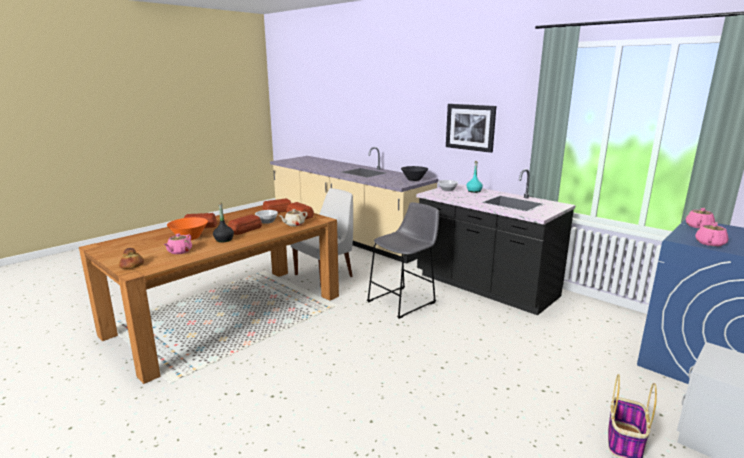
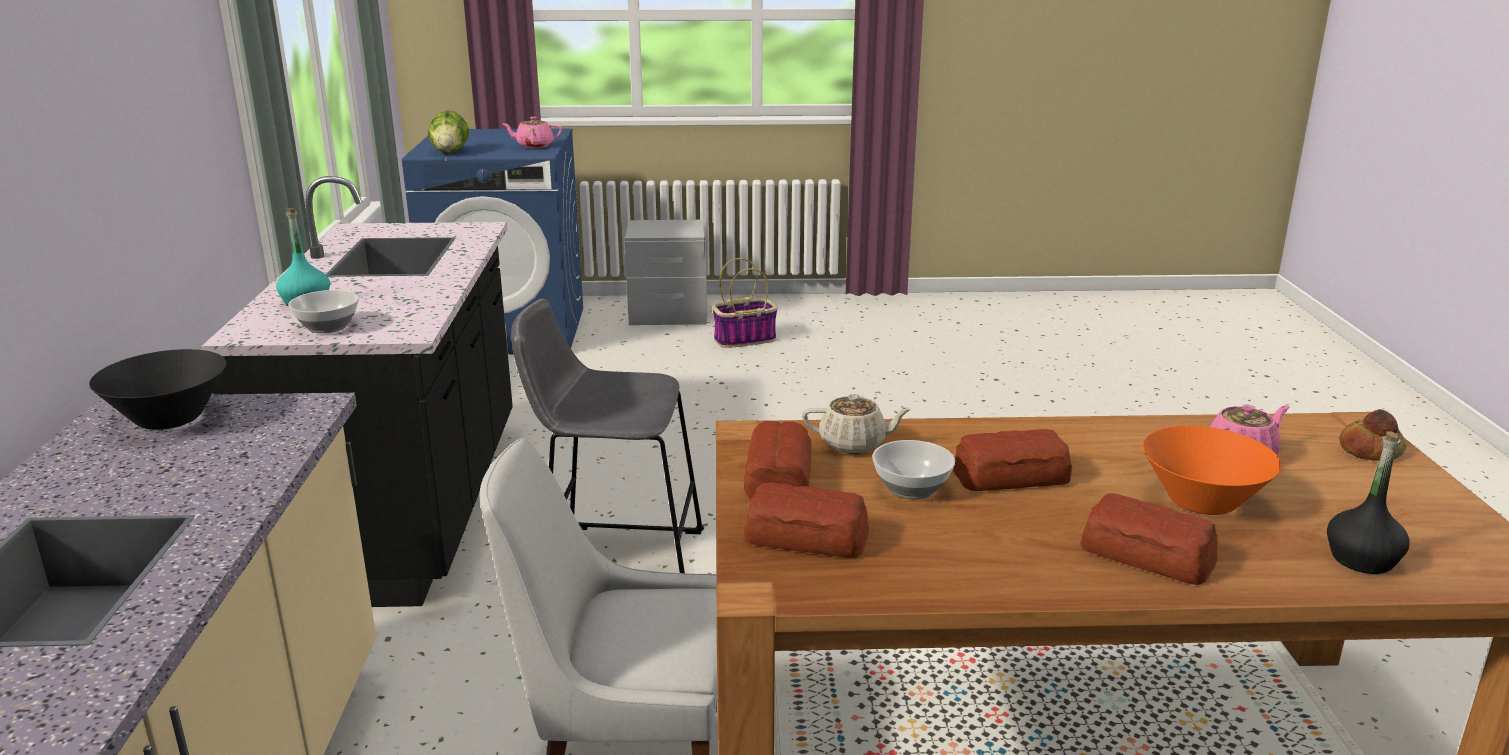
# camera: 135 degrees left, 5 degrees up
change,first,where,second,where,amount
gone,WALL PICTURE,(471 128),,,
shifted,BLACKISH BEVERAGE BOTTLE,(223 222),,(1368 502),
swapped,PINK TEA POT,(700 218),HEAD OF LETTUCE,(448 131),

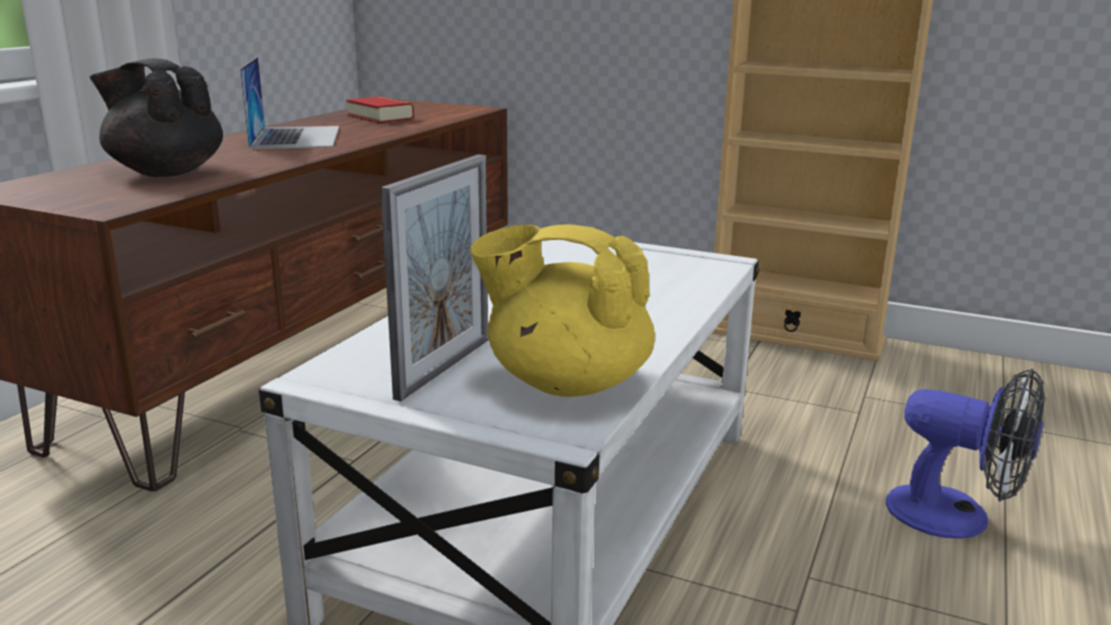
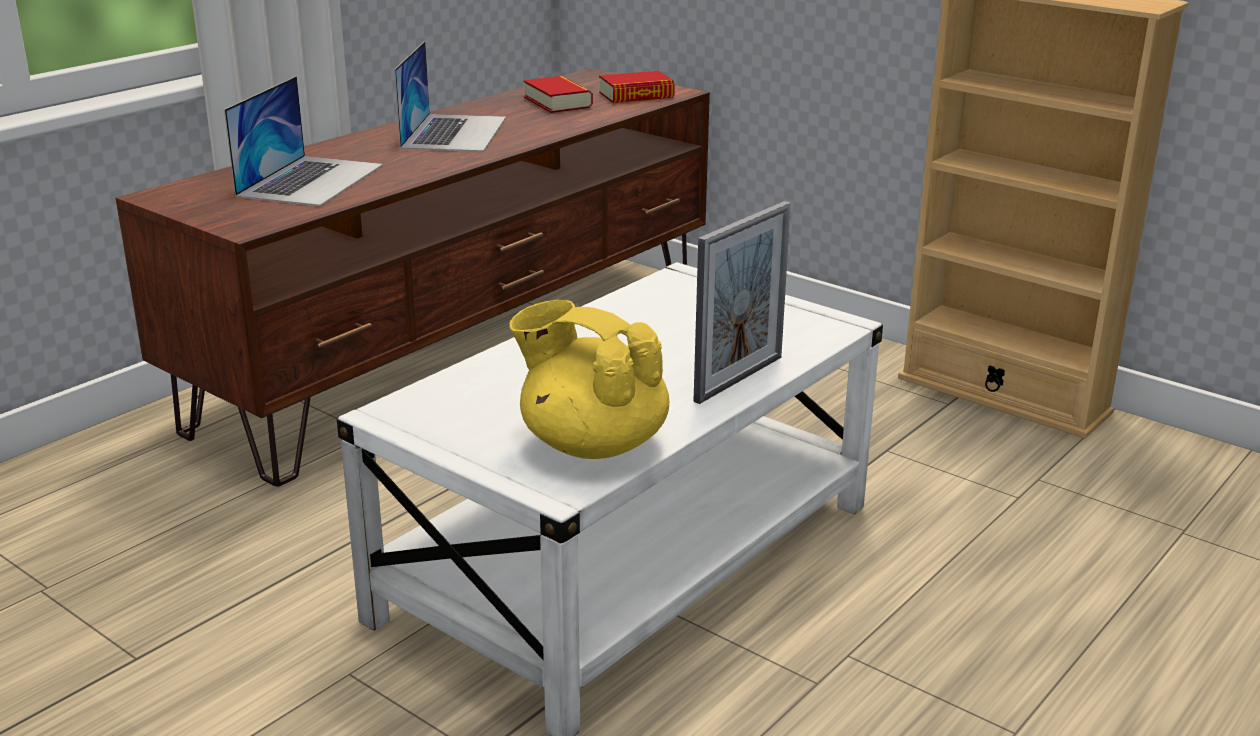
# camera: 15 degrees right, 5 degrees up
change,first,where,second,where,amount
gone,FAN,(965 454),,,
new,,,BOUND BOOK,(637 87),
shifted,STANDING FRAME,(434 278),,(742 302),
swapped,BLACKISH TEA POT,(156 117),LAPTOP,(303 141),

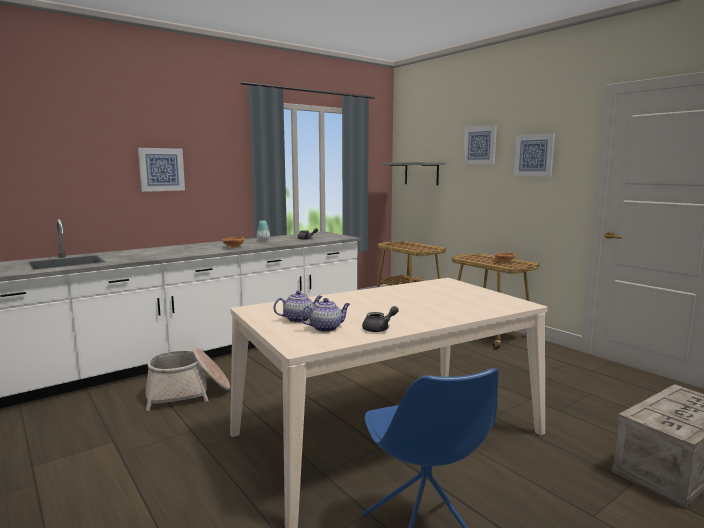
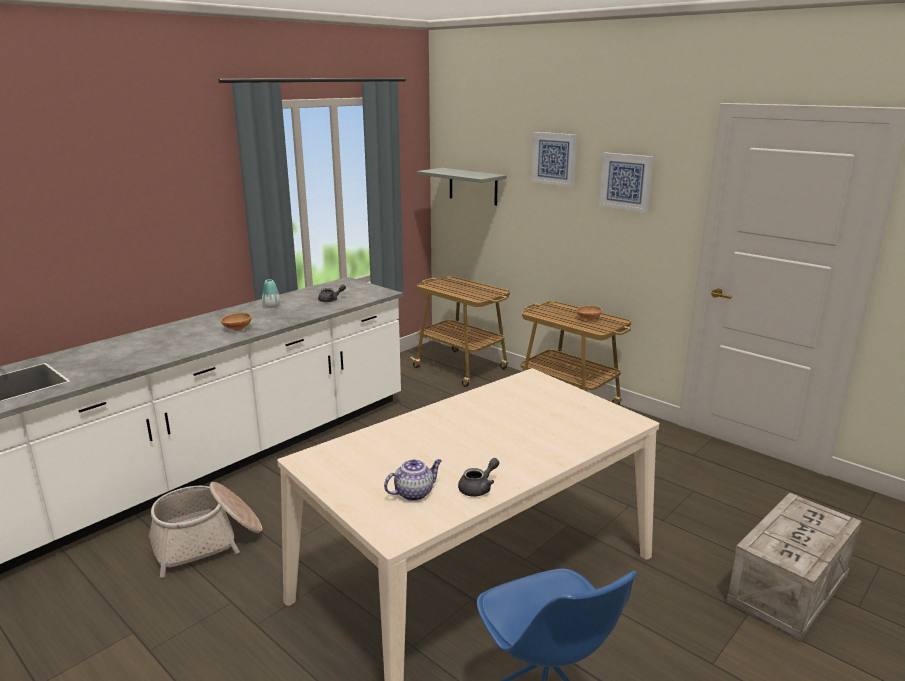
# camera: 10 degrees left, 10 degrees up
change,first,where,second,where,amount
gone,WALL PICTURE,(161 170),,,
gone,TEA POT,(298 307),,,

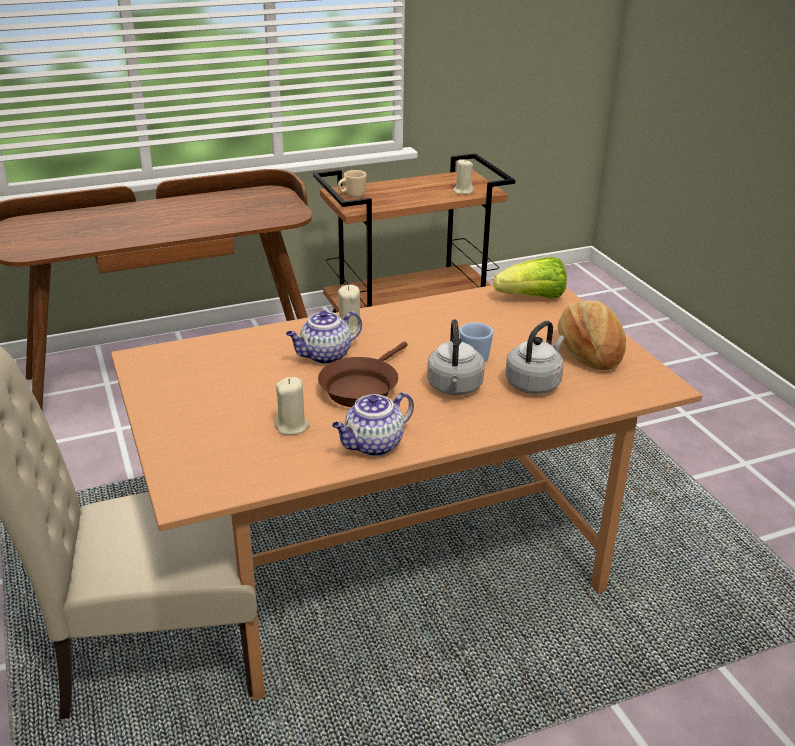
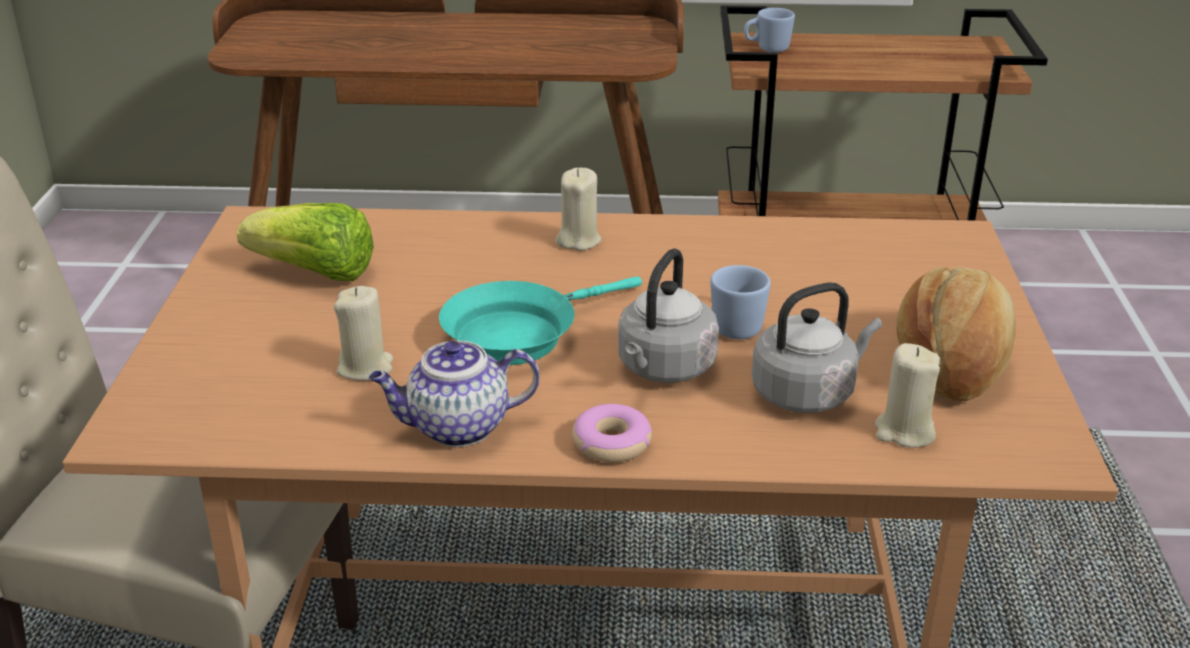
# camera: 25 degrees right, 0 degrees up
change,first,where,second,where,amount
gone,TEA POT,(324 337),,,
new,,,RING DOUGHNUT,(612 433),
shifted,BEIGE-COLOURED WAX CANDLE,(463 176),,(907 395),
shifted,HEAD OF LETTUCE,(530 278),,(305 242),
repainted,BROWNISH SKILLET,(363 374),TURQUOISE SKILLET,(540 320),
repainted,BEIGE-COLOURED MUG,(352 184),BLUE MUG,(769 30),

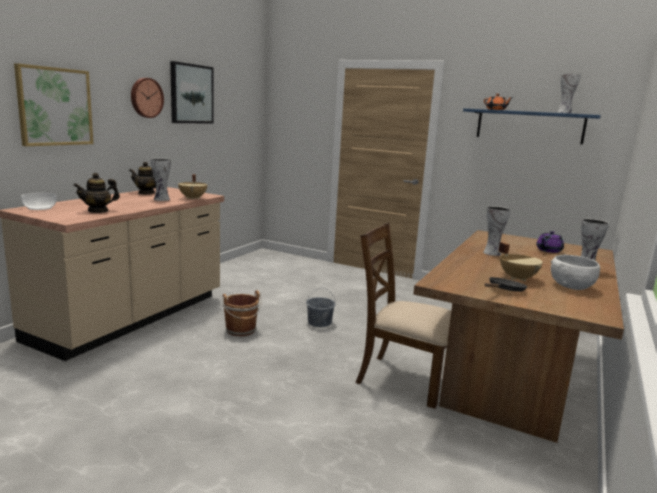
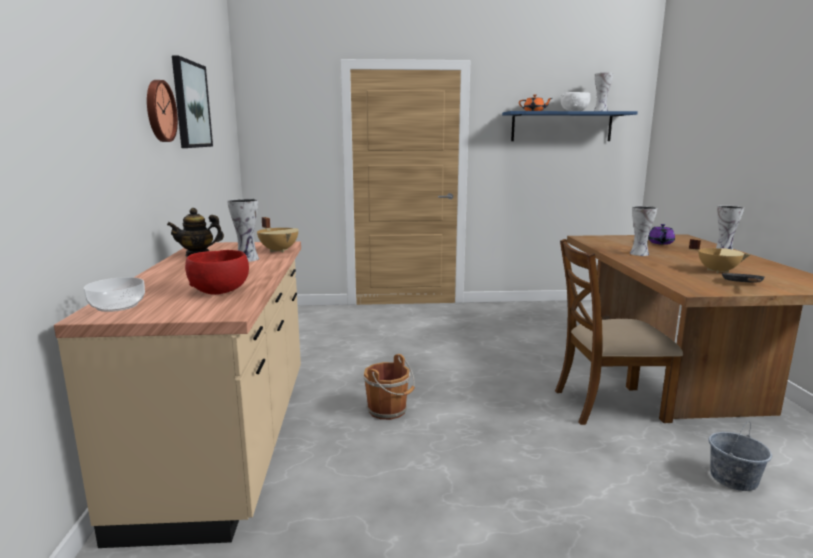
# camera: 30 degrees left, 0 degrees up
change,first,where,second,where,amount
gone,WALL PICTURE,(53 104),,,
shifted,GREY WATER BUCKET,(321 307),,(740 455),
shifted,WHITE-COLOURED BOWL,(575 272),,(576 101),
swapped,TEA POT,(96 193),RED BOWL,(217 272),

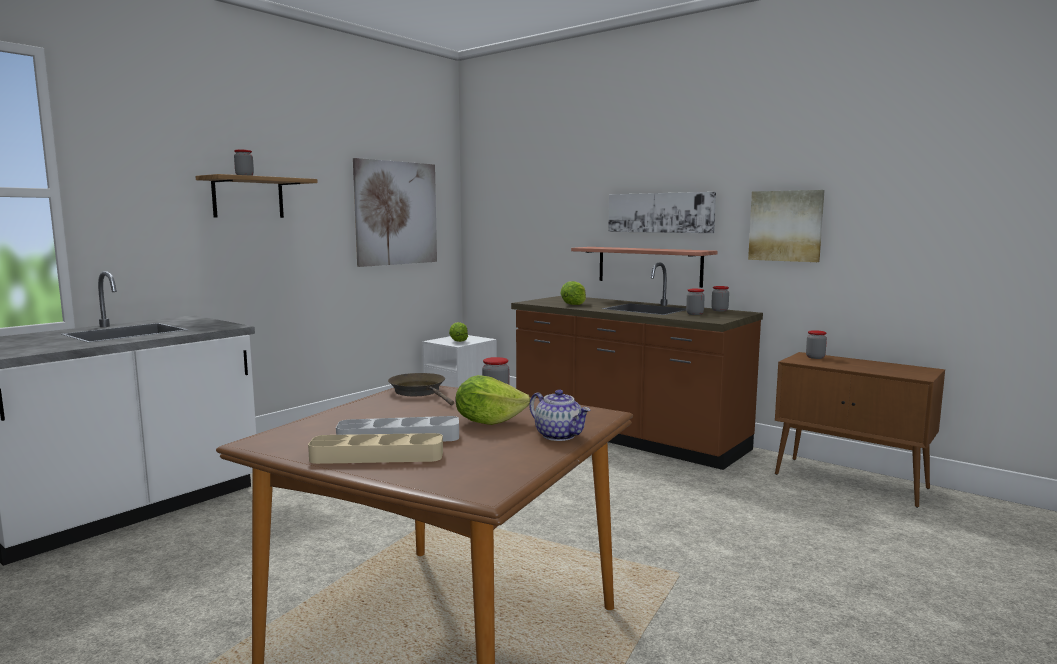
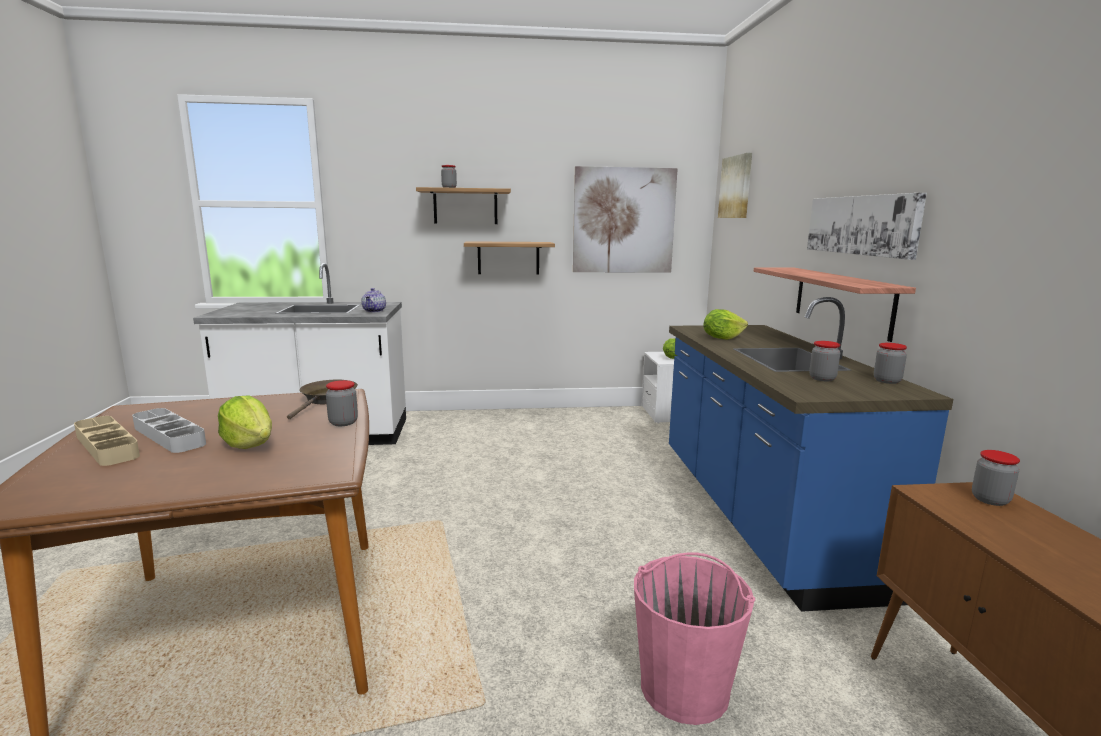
# camera: 45 degrees right, 5 degrees up
change,first,where,second,where,amount
new,,,SHELF,(509 257),
new,,,PINK WATER BUCKET,(694 639),
shifted,TEA POT,(559 415),,(373 300),
shifted,WALL PICTURE,(786 226),,(735 185),
repainted,BROWNISH COUNTER,(637 366),BLUE COUNTER,(811 454),

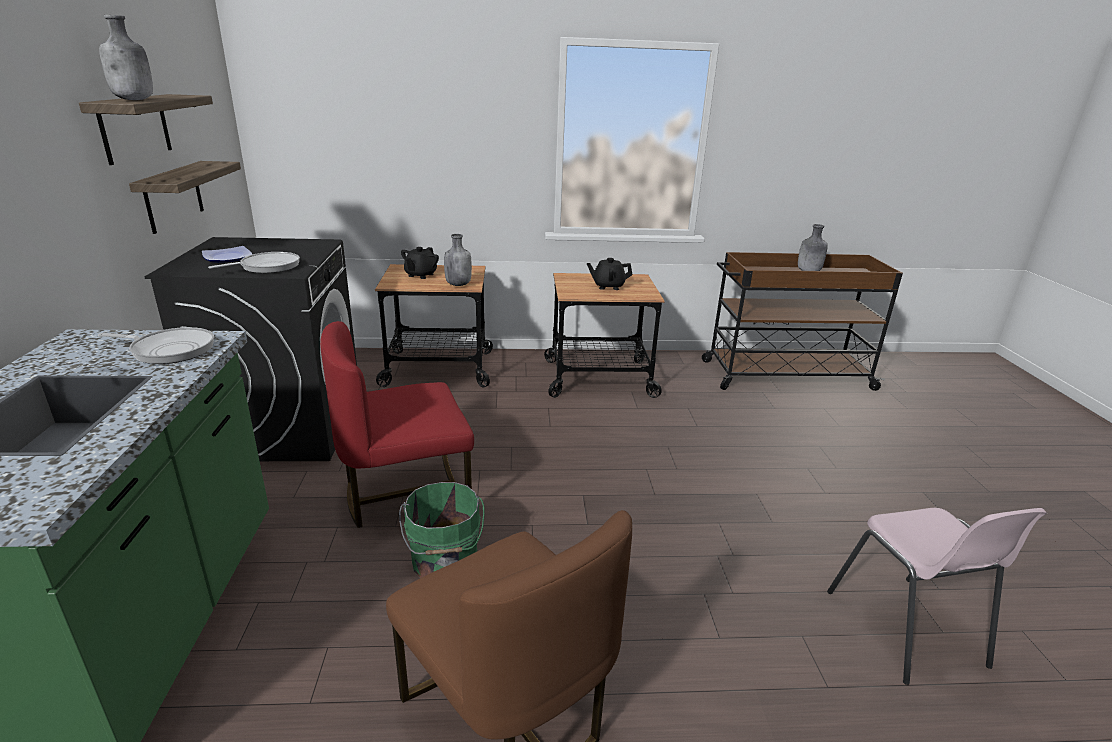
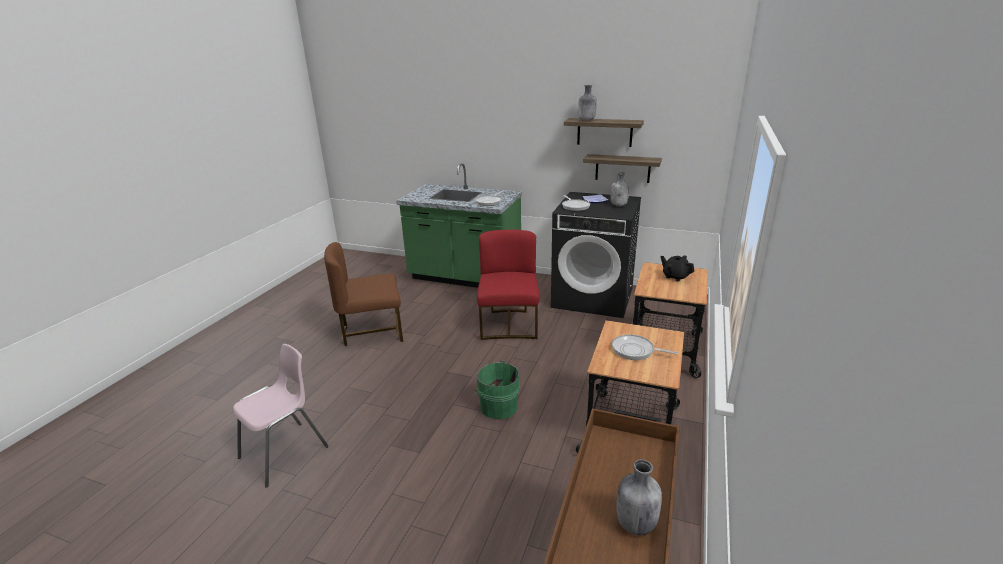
# camera: 115 degrees right, 0 degrees up
change,first,where,second,where,amount
shifted,GREEN-COLOURED WATER BUCKET,(442 530),,(497 390),
shifted,GREY BEVERAGE BOTTLE,(458 260),,(619 189),
swapped,BLACKISH TEA POT,(610 274),SKILLET,(645 347),
rotated,PINK CHAIR,(937 596),,(281 416),120 degrees clockwise

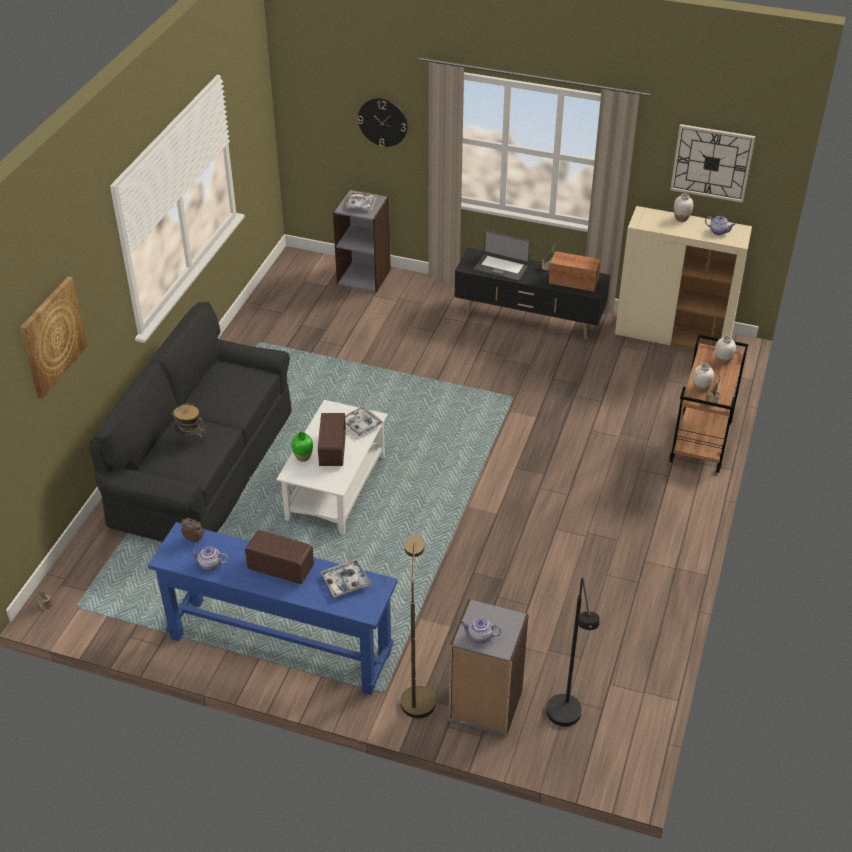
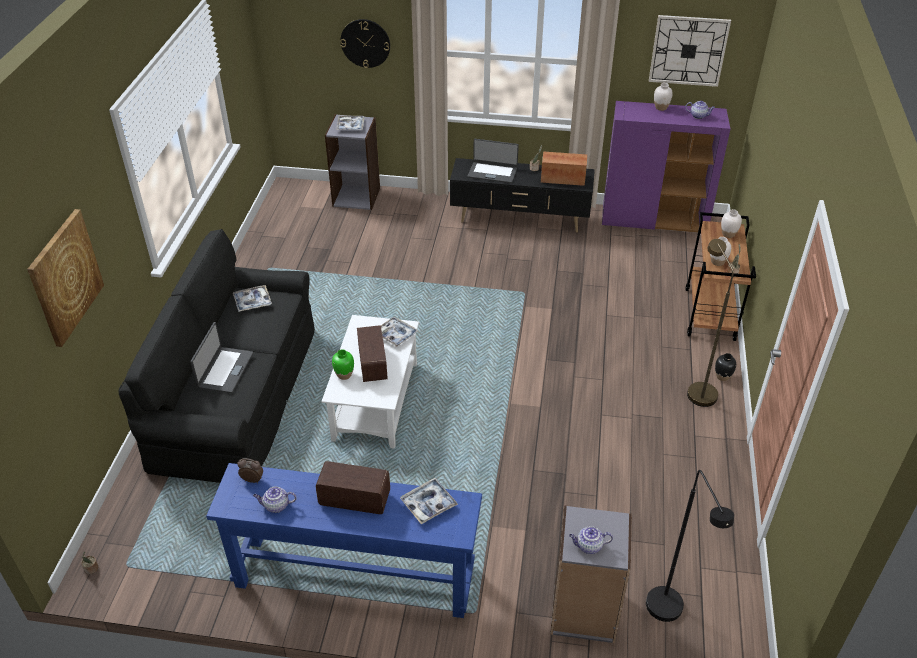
# camera: 10 degrees left, 0 degrees up
change,first,where,second,where,amount
new,,,TRAY,(252 298),
new,,,BLACKISH FLOWER VASE,(725 367),
shifted,BROWNISH FLOOR LAMP,(418 627),,(710 323),
swapped,HAT,(189 420),LAPTOP,(221 357),
repainted,BEIGE-COLOURED CUPBOARD,(683 278),PURPLE-COLOURED CUPBOARD,(666 167),

